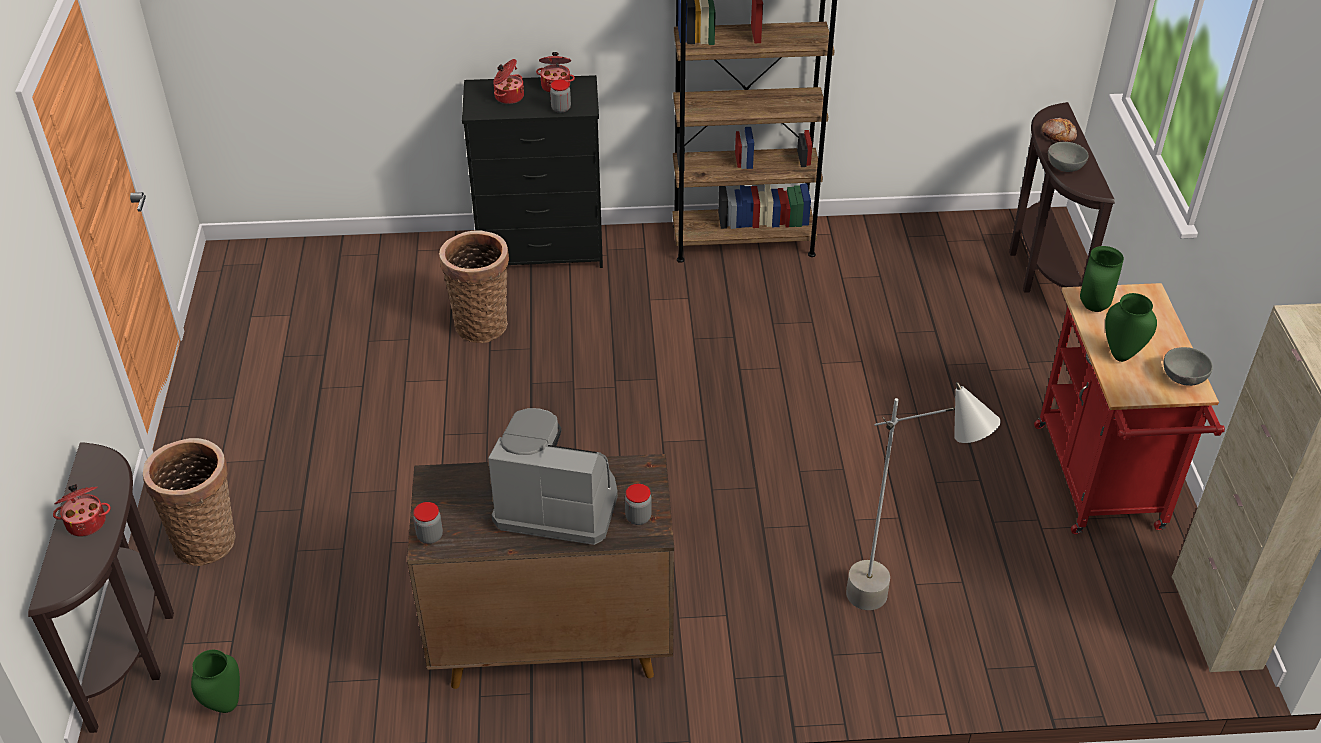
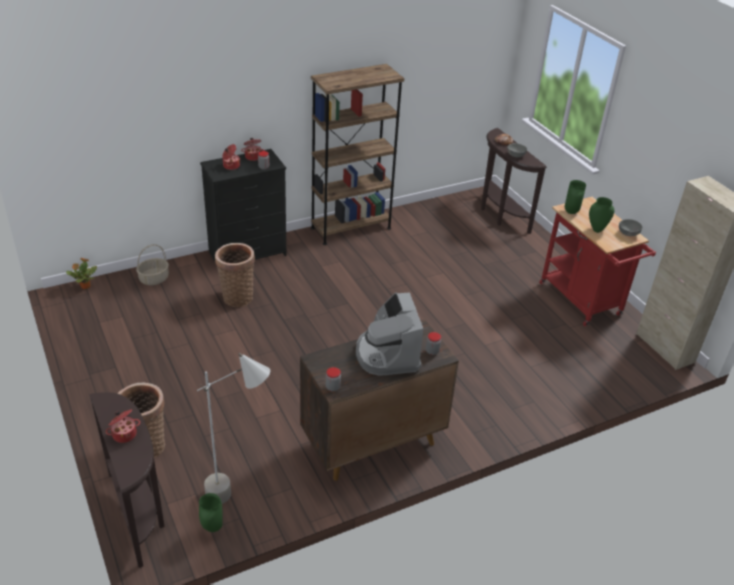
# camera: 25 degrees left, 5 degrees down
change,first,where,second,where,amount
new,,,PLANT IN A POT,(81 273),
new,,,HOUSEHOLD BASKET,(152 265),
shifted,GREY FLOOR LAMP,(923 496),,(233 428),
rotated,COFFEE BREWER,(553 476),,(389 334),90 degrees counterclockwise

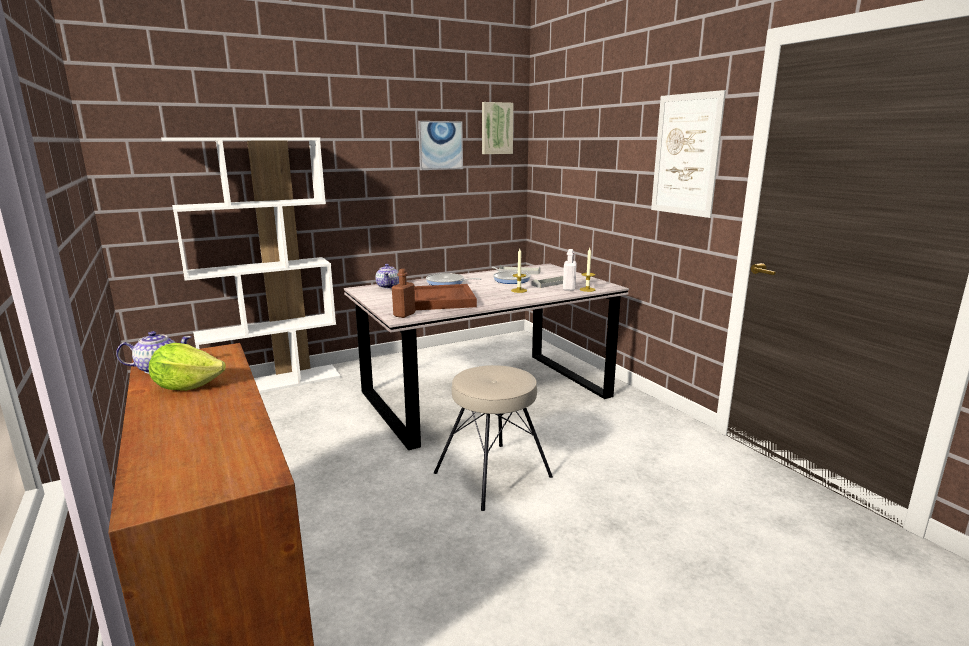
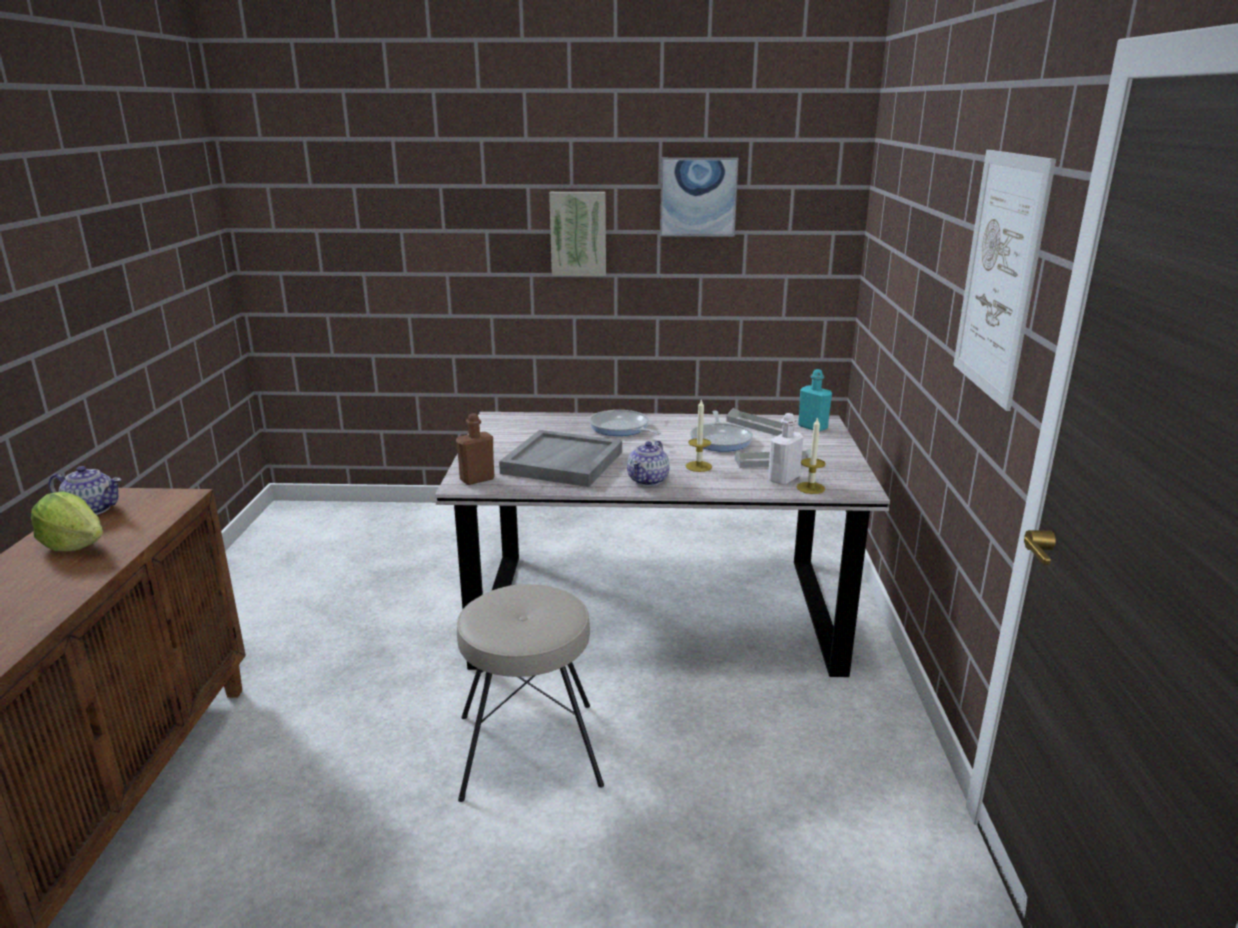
# camera: 30 degrees right, 5 degrees up
change,first,where,second,where,amount
gone,WHITE-COLOURED SHELVING UNIT,(251 265),,,
new,,,TURQUOISE BEVERAGE BOTTLE,(815 400),
shifted,TEA POT,(387 276),,(648 463),
shifted,WALL PICTURE,(497 128),,(577 234),
repainted,BROWNISH TRAY,(445 297),GREY TRAY,(560 458),

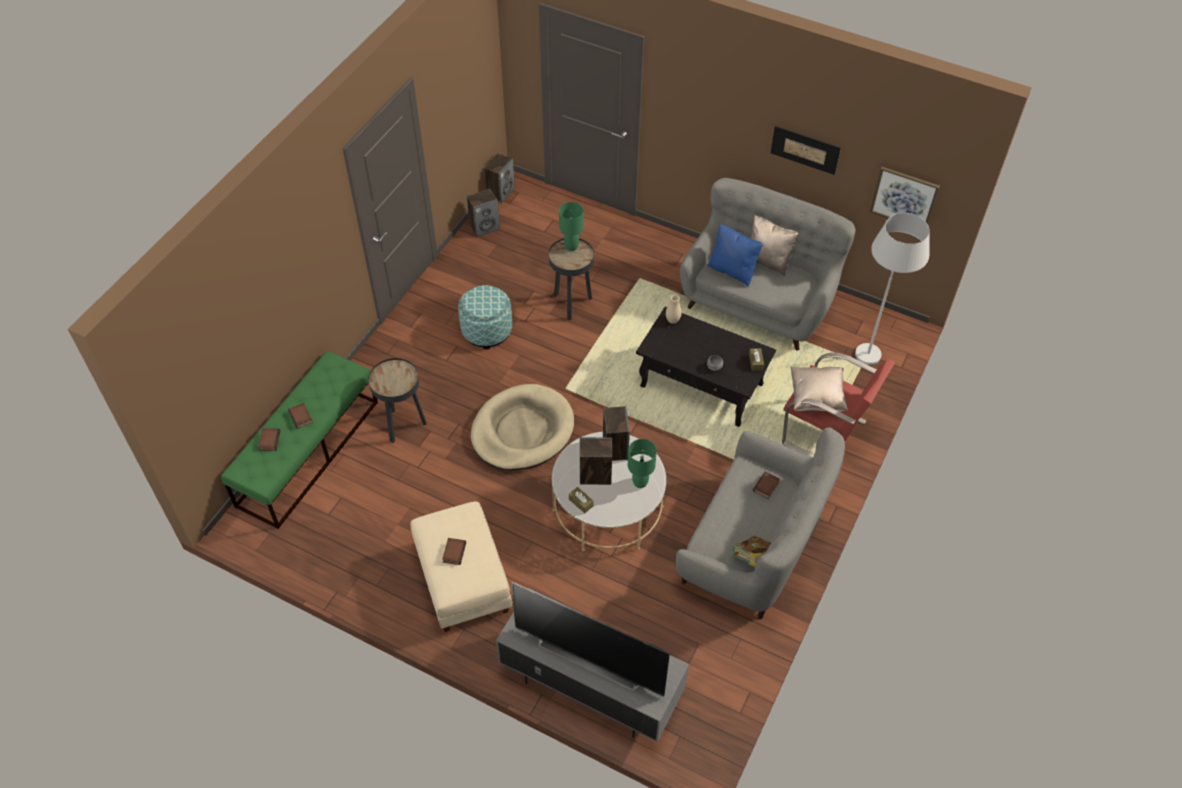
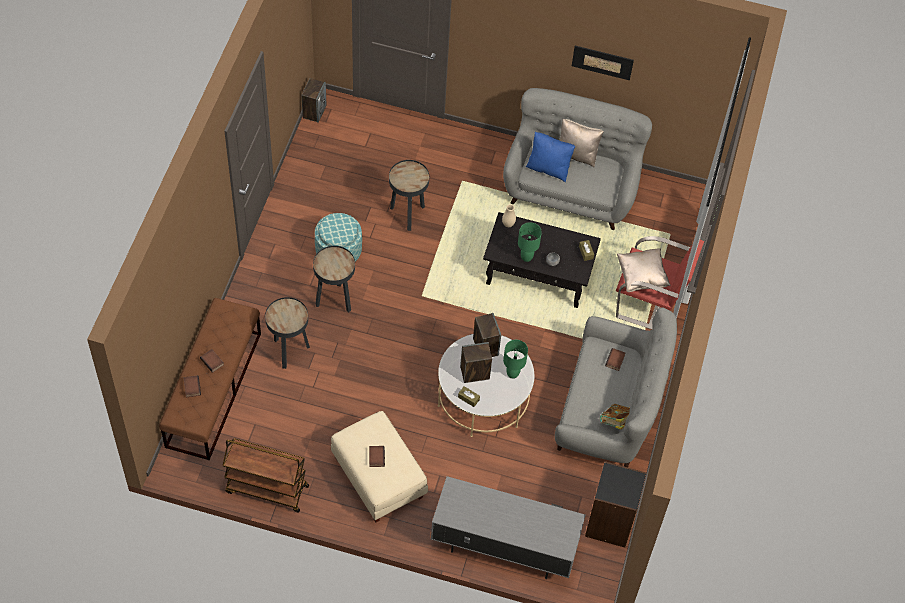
# camera: 15 degrees left, 5 degrees up
change,first,where,second,where,amount
gone,LOUDSPEAKER,(483 213),,,
gone,BEIGE-COLOURED PET BED,(522 427),,,
gone,TV SET,(590 639),,,
gone,WHITE-COLOURED FLOOR LAMP,(892 289),,,
gone,WALL PICTURE,(905 195),,,
new,,,BROWNISH TROLLEY,(265 475),
new,,,BLACKISH ACCENT TABLE,(334 279),
new,,,BLACKISH SHELVING UNIT,(615 504),
shifted,GREEN-COLOURED LAMP FOR A TABLE,(571 226),,(530 242),
repainted,GREEN-COLOURED INDOOR BENCH,(299 440),BROWNISH INDOOR BENCH,(210 379),

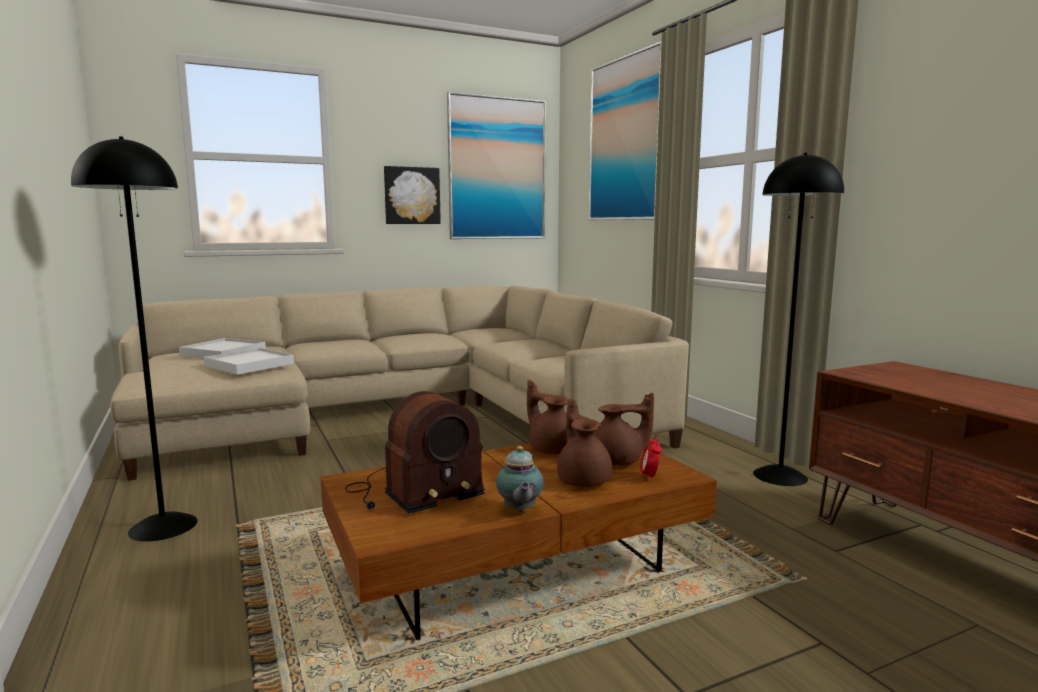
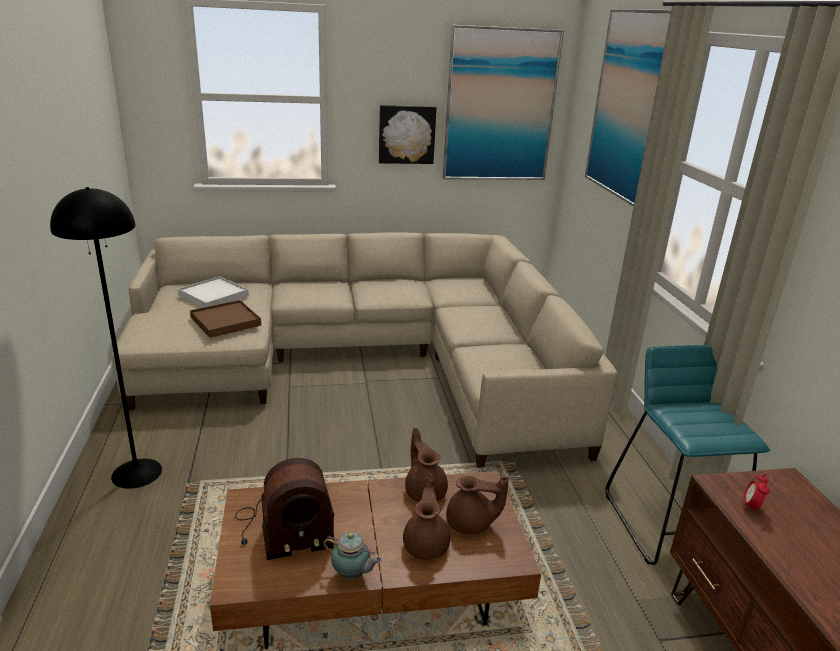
# camera: 15 degrees right, 15 degrees up
change,first,where,second,where,amount
shifted,BEDSIDE CLOCK,(651 457),,(756 492),
swapped,BLACKISH FLOOR LAMP,(798 319),TURQUOISE STOOL SEAT,(687 455),
repainted,WHITE-COLOURED TRAY,(249 361),BROWNISH TRAY,(225 319),
rotated,TEA POT,(520 479),,(352 556),75 degrees counterclockwise

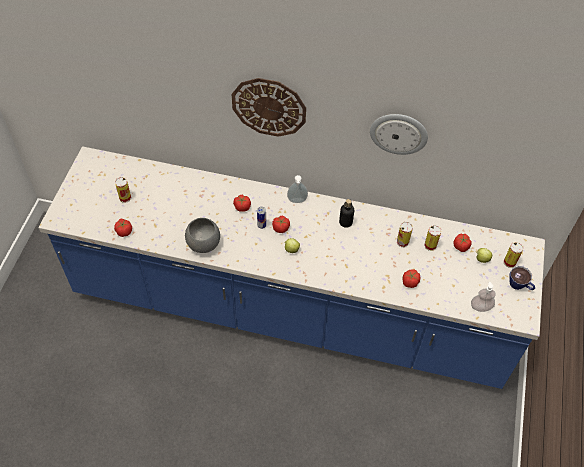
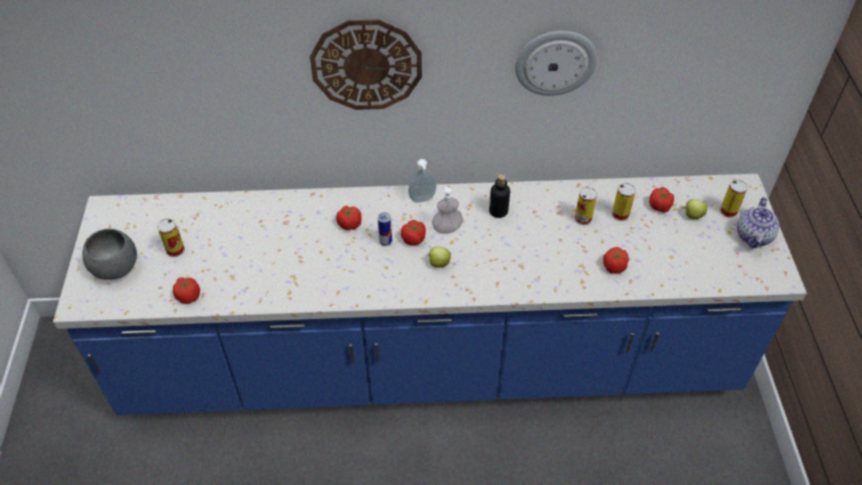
# camera: 15 degrees left, 5 degrees down
change,first,where,second,where,amount
shifted,GREY BOWL,(202 235),,(109 254),
shifted,SOAP BOTTLE,(483 297),,(447 210),
swapped,DRINKING CUP,(522 278),TEA POT,(758 222),

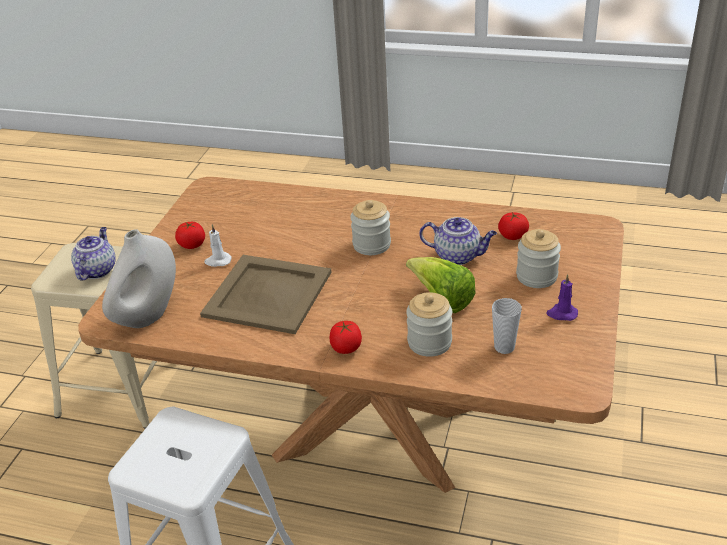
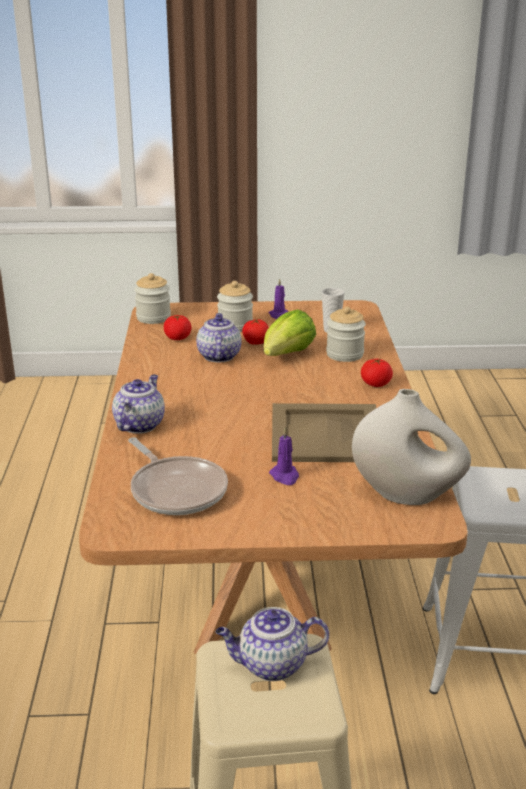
# camera: 110 degrees left, 10 degrees down
change,first,where,second,where,amount
new,,,TEA POT,(138 404),
new,,,SKILLET,(178 476),
shifted,WHOLE TOMATO,(190 235),,(255 332),
shifted,JAR,(370 227),,(152 298),
repainted,WHITE-COLOURED WAX CANDLE,(218 245),PURPLE-COLOURED WAX CANDLE,(284 456),

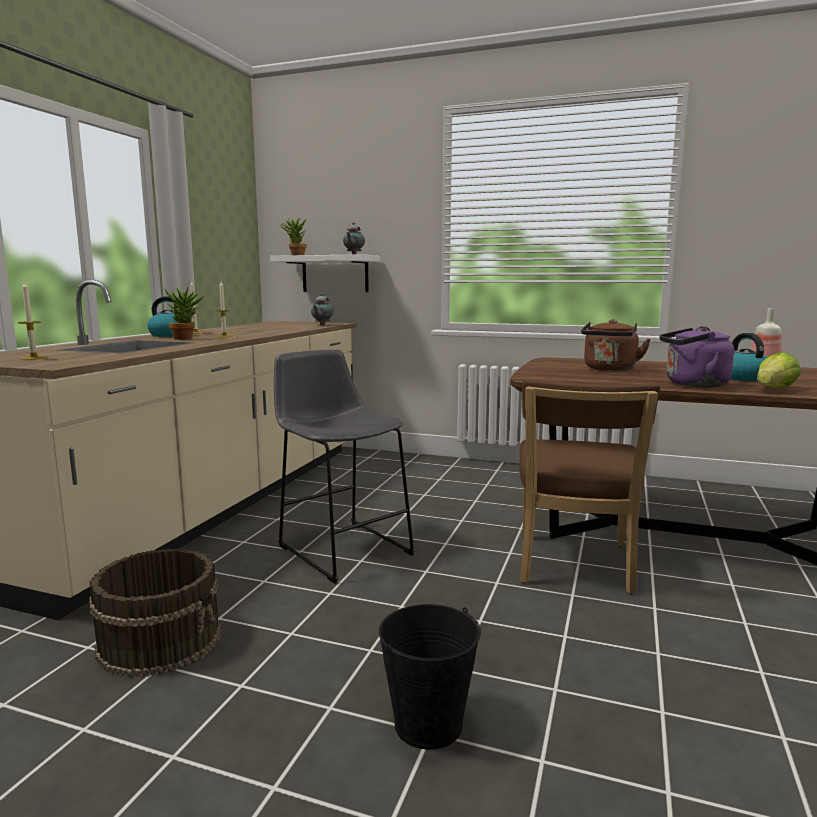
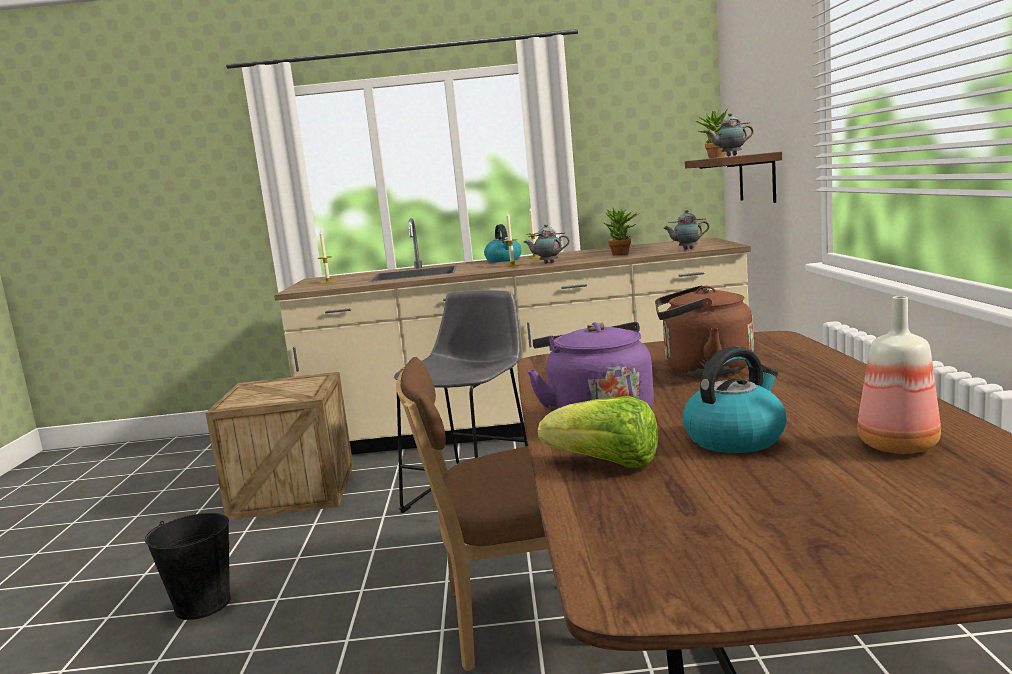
# camera: 70 degrees right, 0 degrees up
change,first,where,second,where,amount
new,,,TEA POT,(547 244),
shifted,PLANT IN A POT,(185 313),,(622 231),
swapped,BROWNISH WATER BUCKET,(155 613),SHIPPING CRATE,(279 446),
repainted,WHITE-COLOURED SHELF,(325 273),BROWNISH SHELF,(733 177),

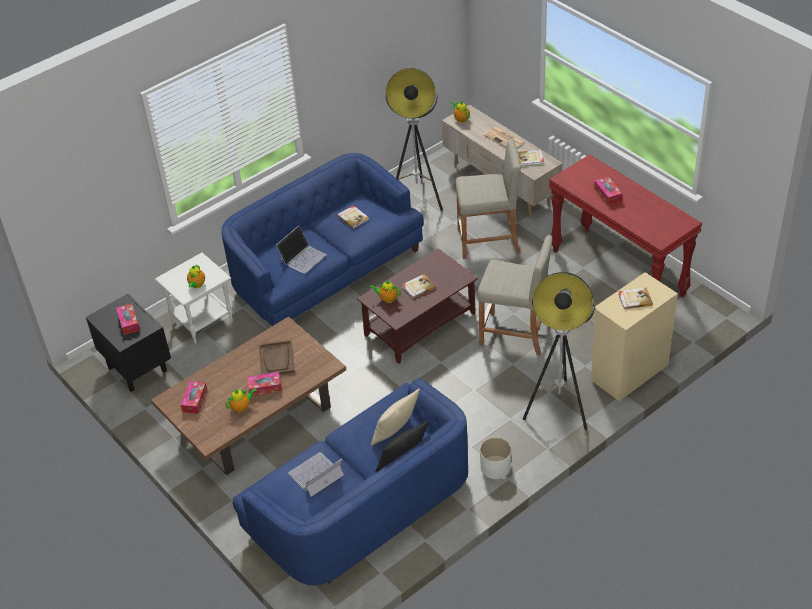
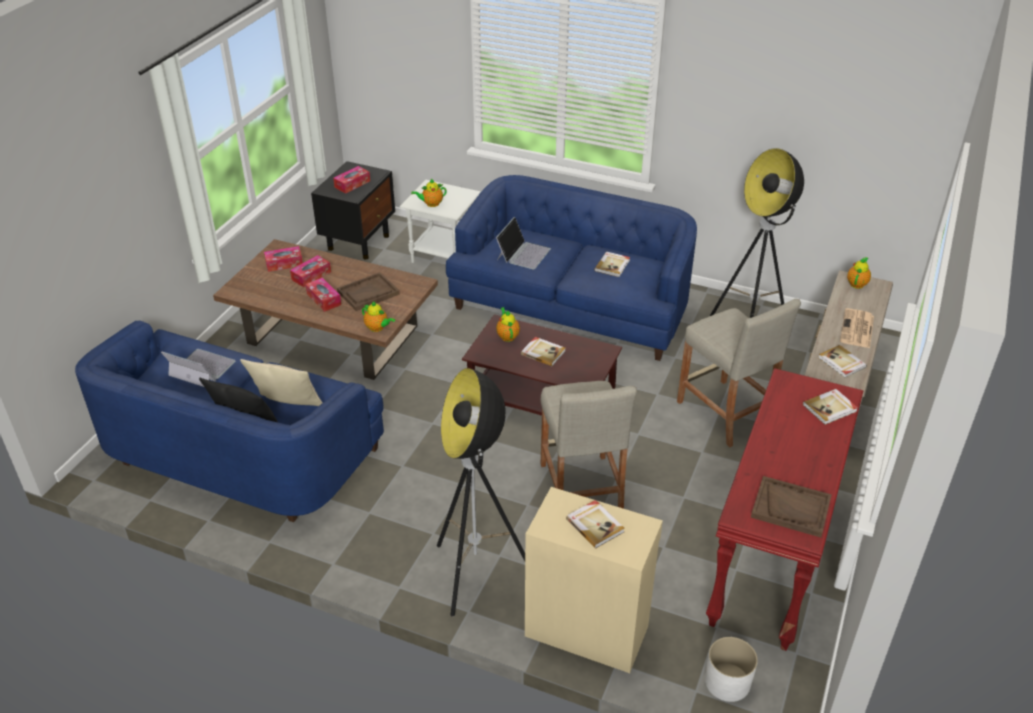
# camera: 60 degrees right, 5 degrees down
change,first,where,second,where,amount
new,,,BROWNISH TRAY,(791 506),
new,,,BOUND BOOK,(830 407),
shifted,TEA POT,(241 400),,(378 316),
shifted,WHITE-COLOURED PLANT POT,(495 458),,(731 669),
shifted,TISSUE HOLDER,(608 191),,(310 271),
rotated,LAPTOP,(301 250),,(523 243),75 degrees counterclockwise

